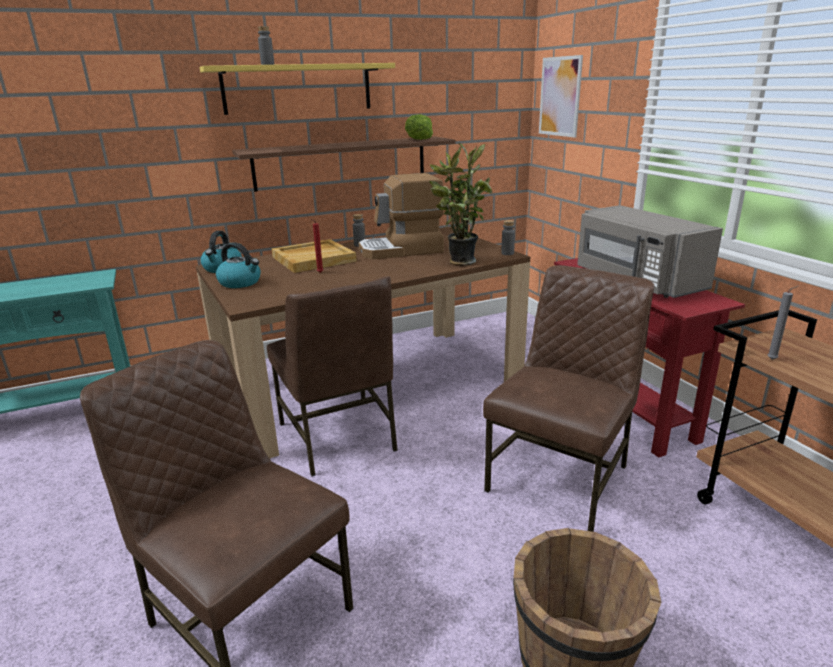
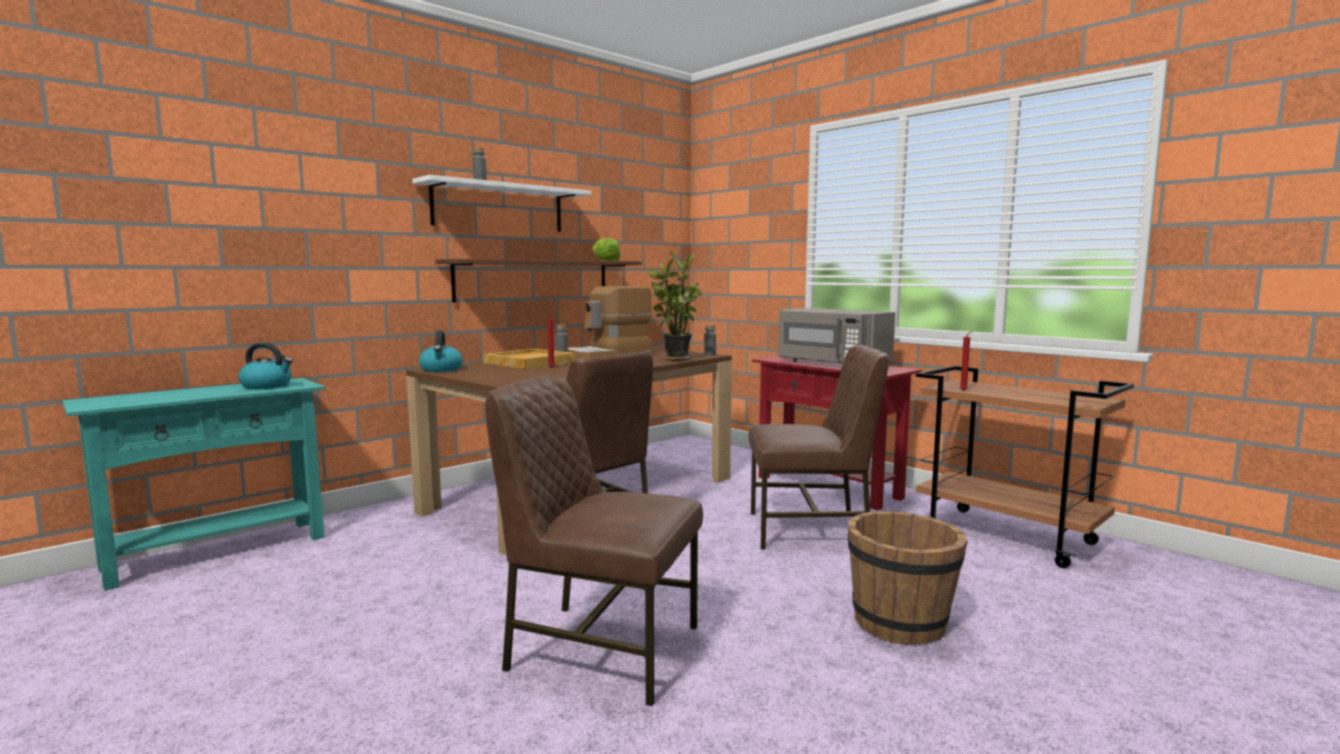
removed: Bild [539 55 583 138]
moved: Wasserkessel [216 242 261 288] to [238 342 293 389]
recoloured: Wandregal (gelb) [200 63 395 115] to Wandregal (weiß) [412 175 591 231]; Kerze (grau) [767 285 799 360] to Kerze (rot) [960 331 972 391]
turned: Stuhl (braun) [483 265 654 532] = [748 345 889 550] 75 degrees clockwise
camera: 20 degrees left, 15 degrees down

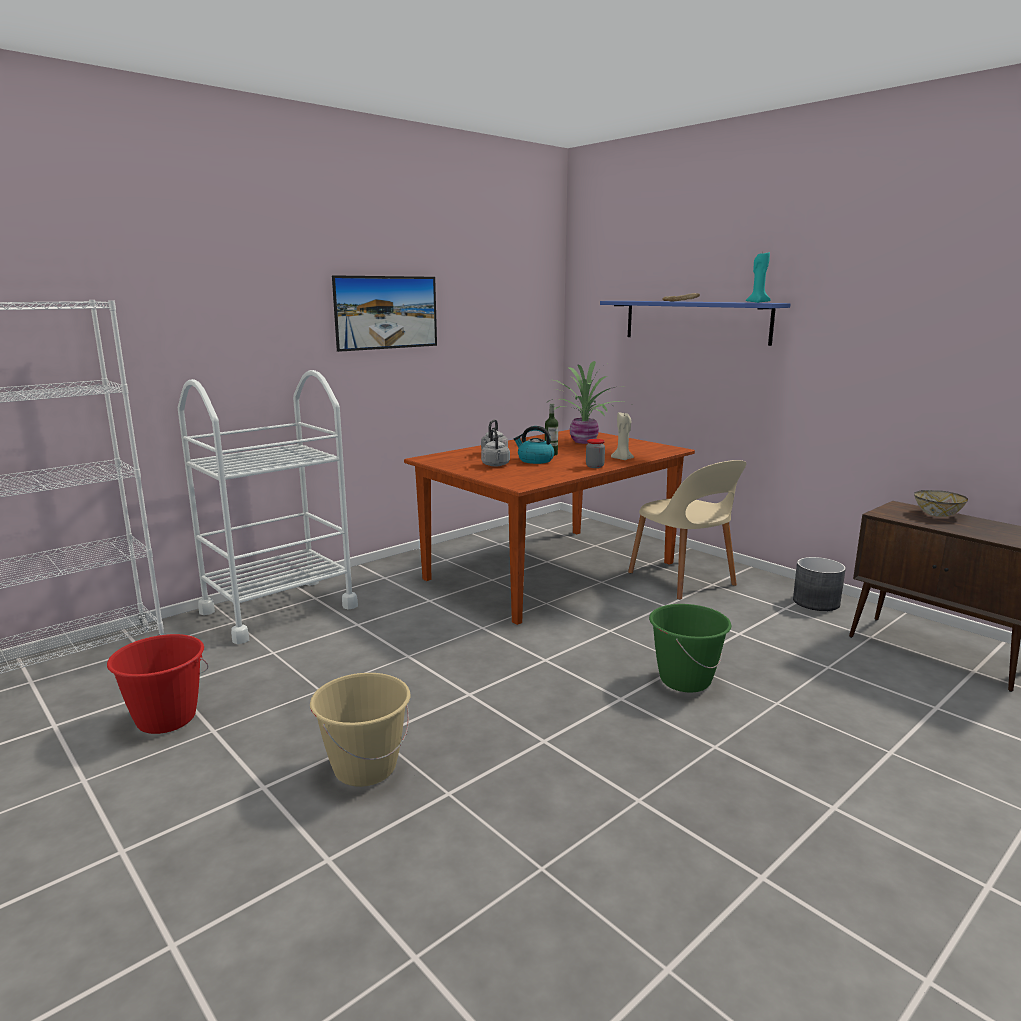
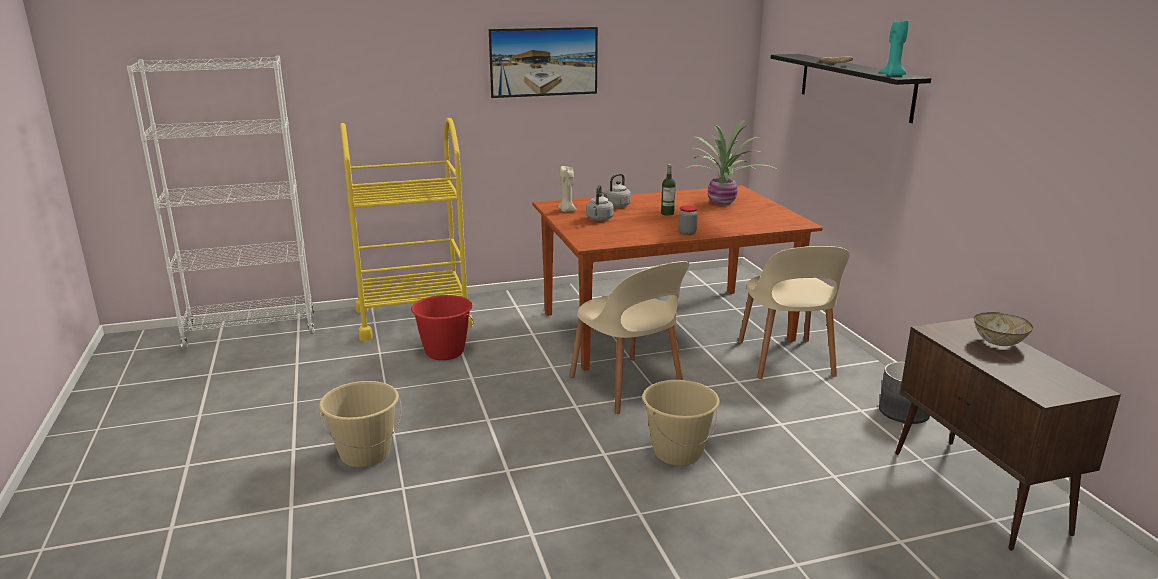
removed: Wasserkessel [514 426 555 464]
added: Stuhl (beige) [569 261 689 414]
moved: Eimer (rot) [107 634 208 734] to [411 295 474 360]; Kerze (beige) [611 412 634 460] to [558 166 577 212]
recoloured: Rollwagen (weiß) [178 370 358 644] to Rollwagen (gelb) [340 118 473 341]; Eimer (grün) [649 604 732 692] to Eimer (beige) [642 380 720 466]; Wandregal (blau) [600 301 791 346] to Wandregal (schwarz) [771 54 931 123]
camera: 25 degrees right, 5 degrees up

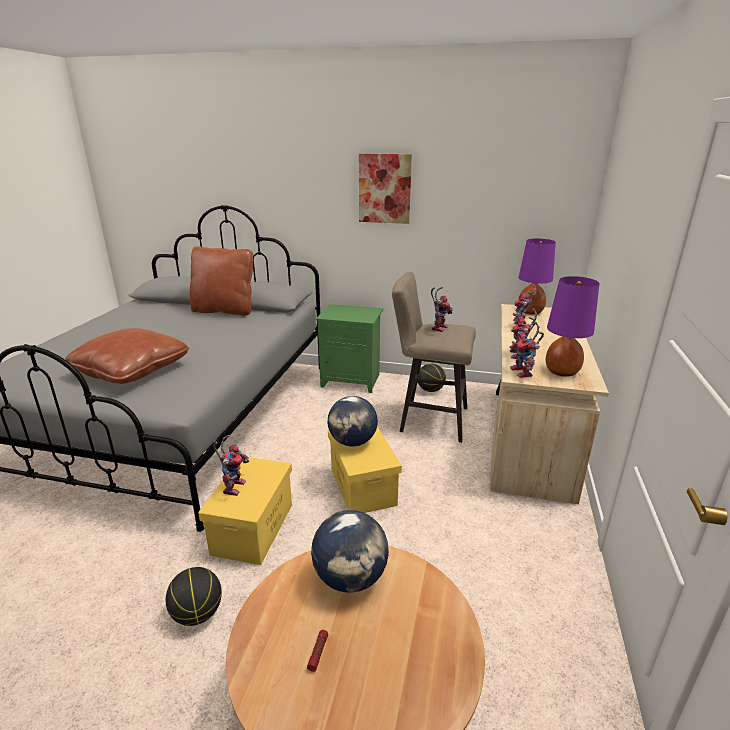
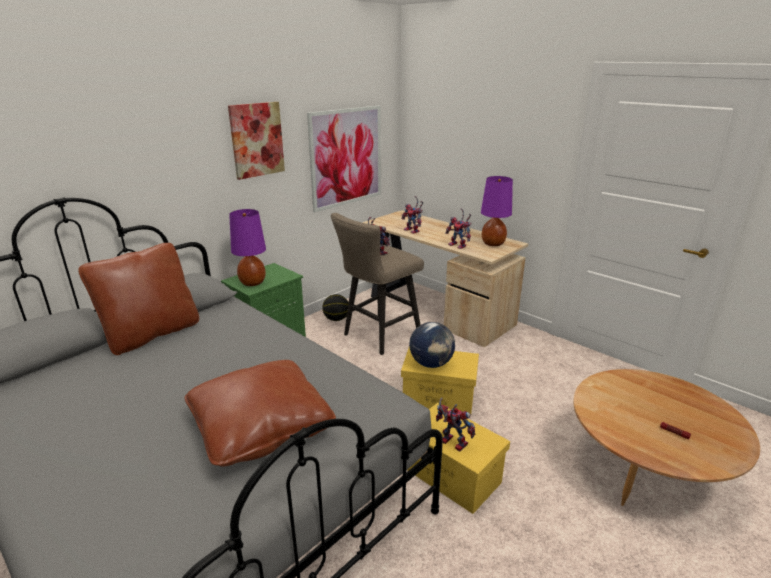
removed: Basketball [166 567 222 626]; Globus [311 510 389 593]; Spielzeugroboter [509 321 544 378]
added: Bild [307 106 381 212]
moved: Tischlampe (lila) [518 239 556 315] to [229 209 266 286]
camera: 60 degrees left, 0 degrees up

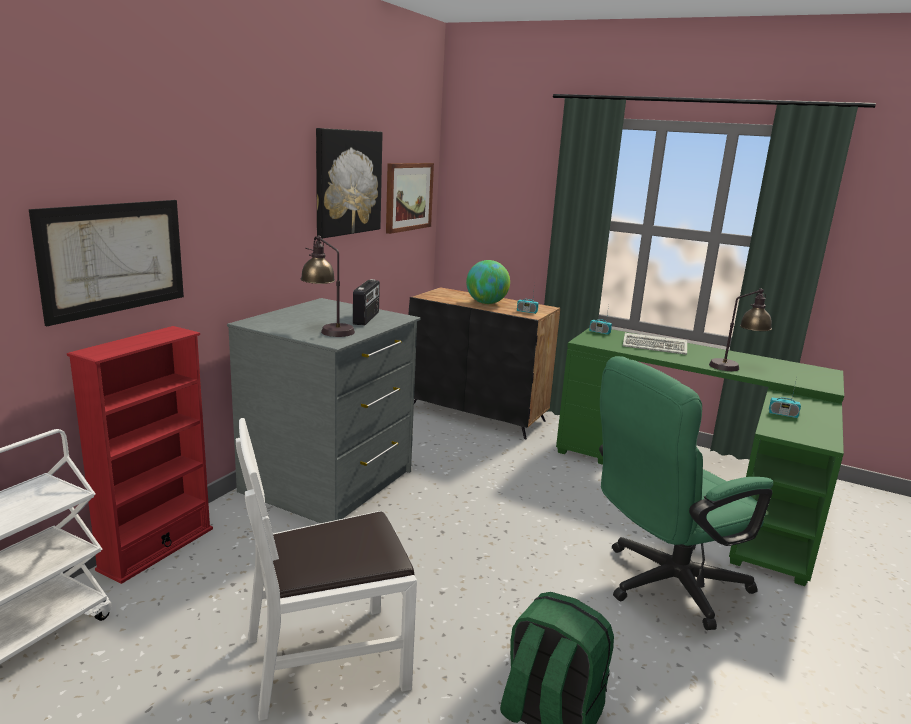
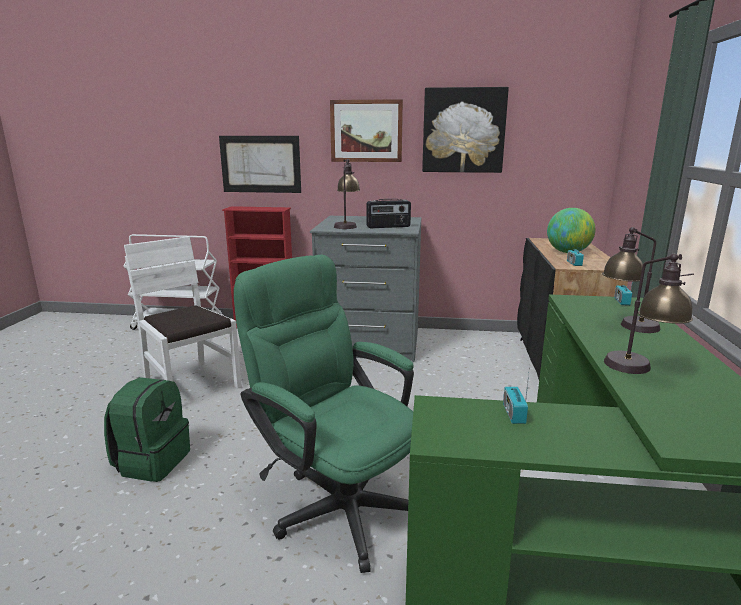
moved: Bild [386 163 434 234] to [330 99 403 162]
replaced: Tastatur [623 333 687 355] to Tischlampe [602 227 661 333]
camera: 70 degrees right, 0 degrees up

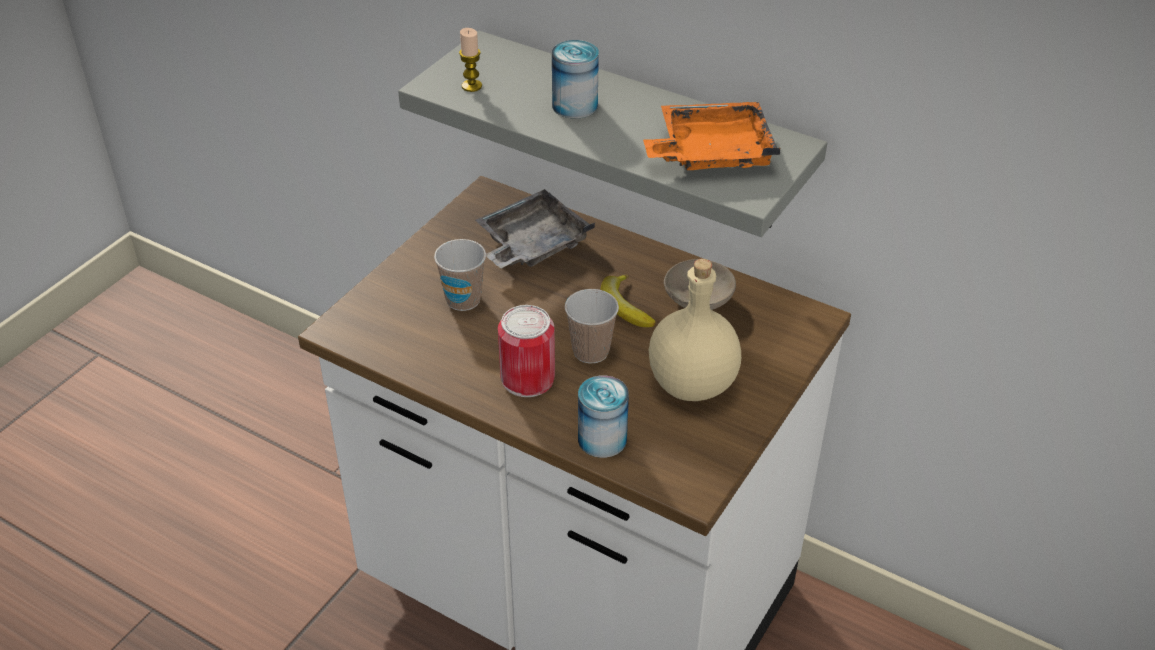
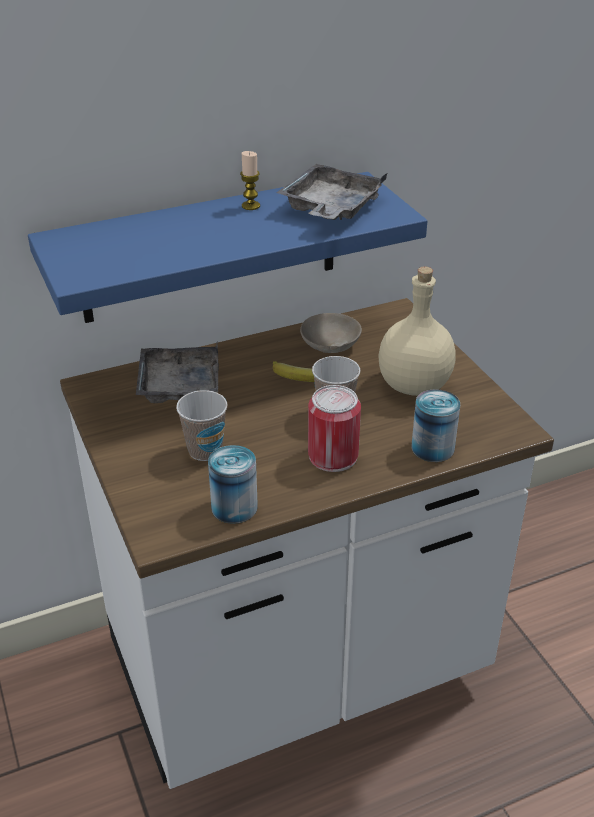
moved: Dose [552 40 599 118] to [208 445 258 524]; Kerze [459 28 482 92] to [240 151 260 210]
recoloured: Wandregal (grau) [398 31 827 237] to Wandregal (blau) [28 172 427 323]; Tablett (orange) [643 102 780 170] to Tablett (grau) [276 164 387 220]
camera: 55 degrees left, 5 degrees down

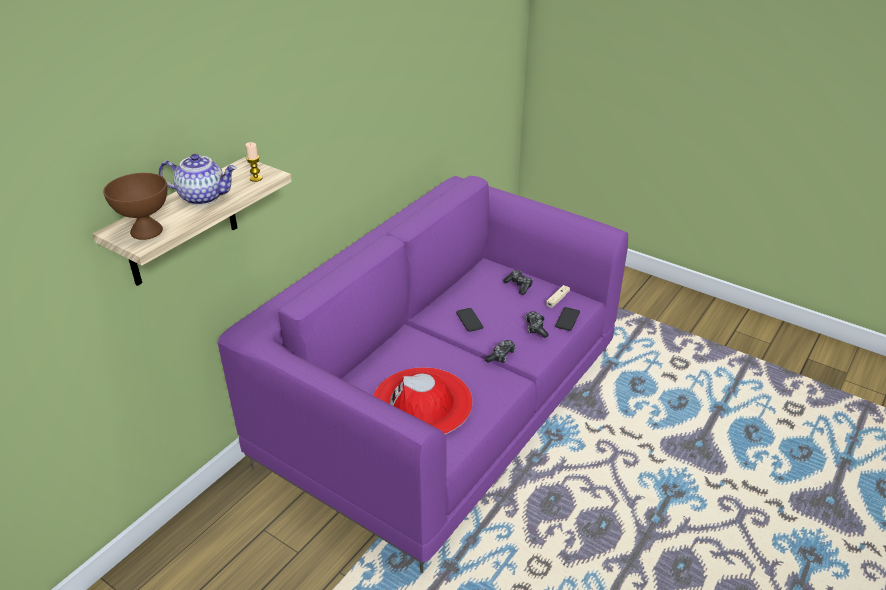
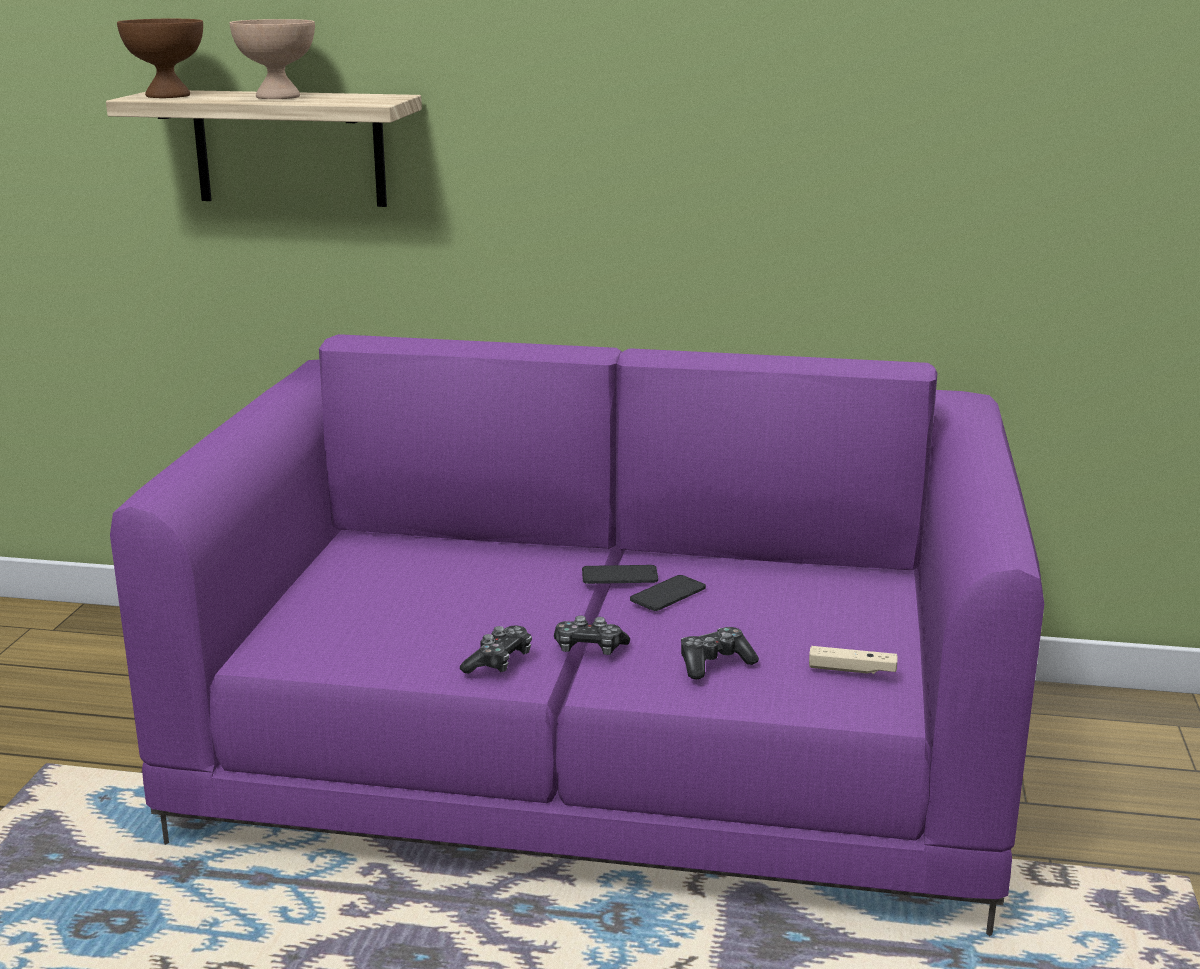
removed: Kerze [245 142 262 182]; Hut (rot) [373 367 473 434]
moved: Gamepad [503 270 533 295] to [460 626 532 674]; Handy [555 307 580 331] to [582 565 658 584]
replaced: Teekanne [159 154 237 205] to Schüssel (beige) [230 19 315 99]
camera: 65 degrees right, 15 degrees down

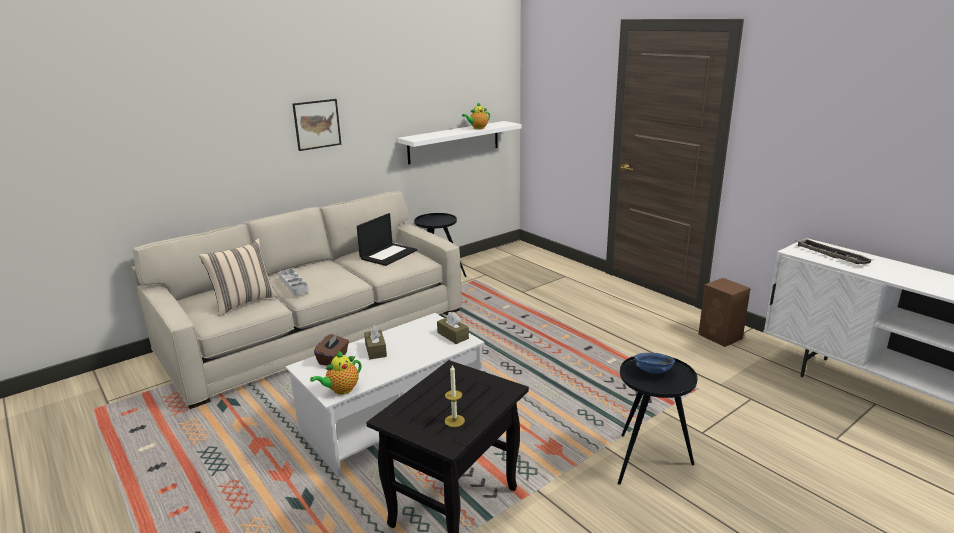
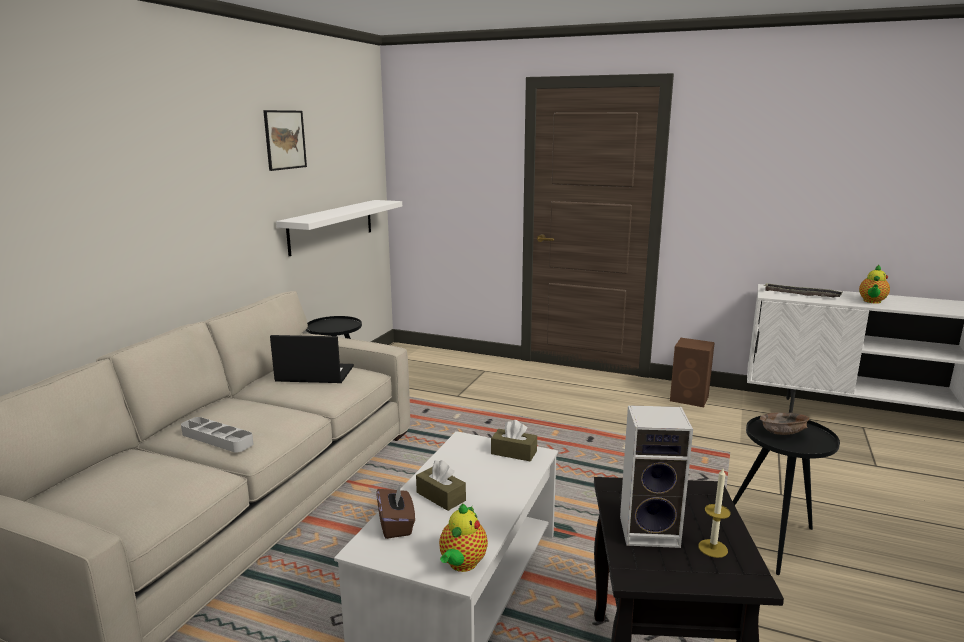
removed: Kissen (beige) [199 238 278 316]
added: Lautsprecher [620 405 693 548]
moved: Bild [292 99 341 151] to [263 110 307 171]; Teekanne [462 102 490 129] to [859 265 890 304]
recoloured: Schüssel (blau) [634 353 675 374] to Schüssel (braun) [760 413 810 435]
turned: Laptop [357 213 417 266] = [270 335 354 383] 90 degrees counterclockwise
camera: 30 degrees left, 5 degrees down

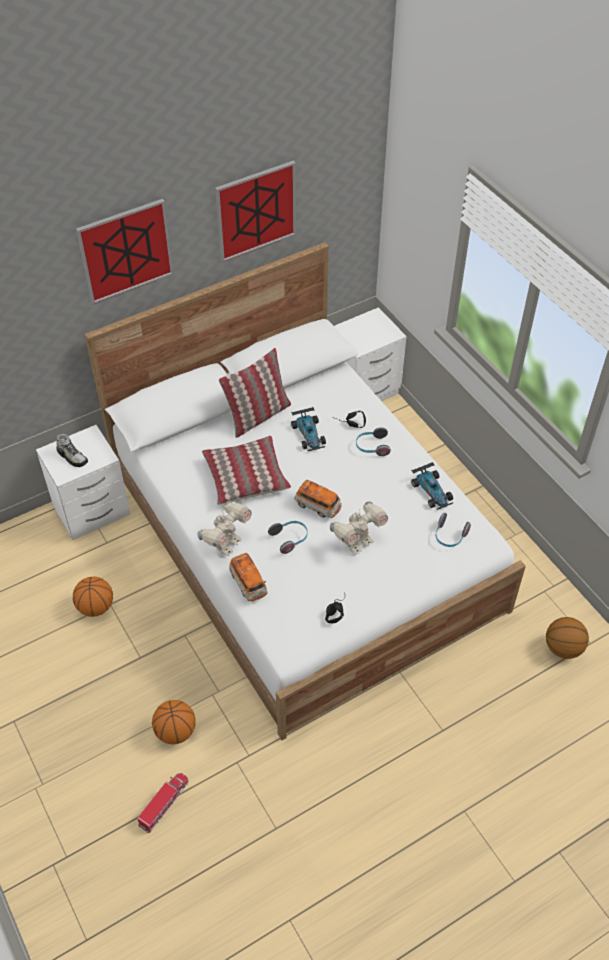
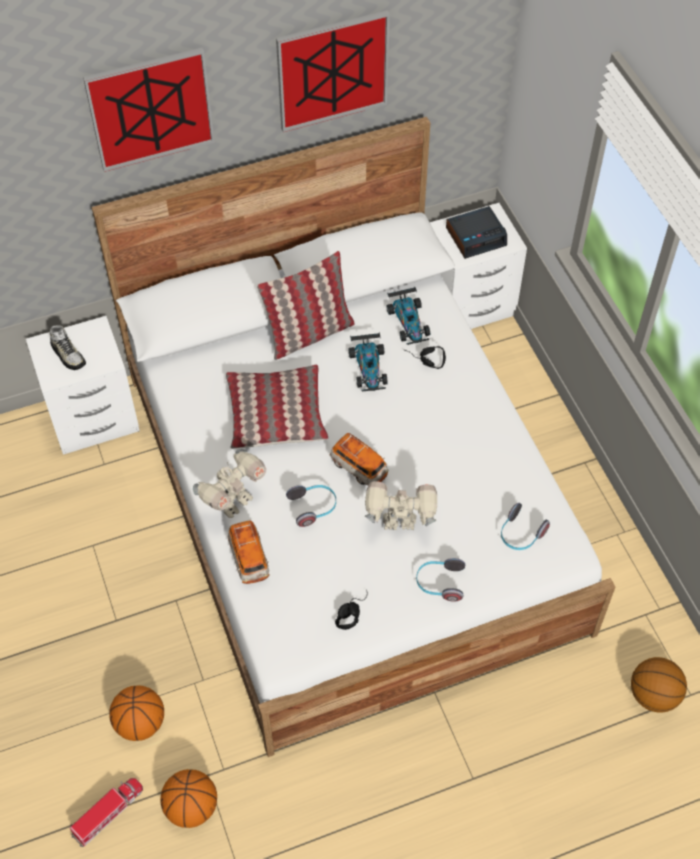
added: Wecker [446 206 507 259]
moved: Basketball [73 577 113 617] to [160 769 217 828]; Spielzeugauto [411 462 453 510] to [387 287 430 345]; Kopfhörer [356 427 391 456] to [416 558 465 602]
turned: Spielzeugroboter [330 501 388 554] = [365 481 437 530] 150 degrees counterclockwise
camera: 10 degrees right, 5 degrees up

